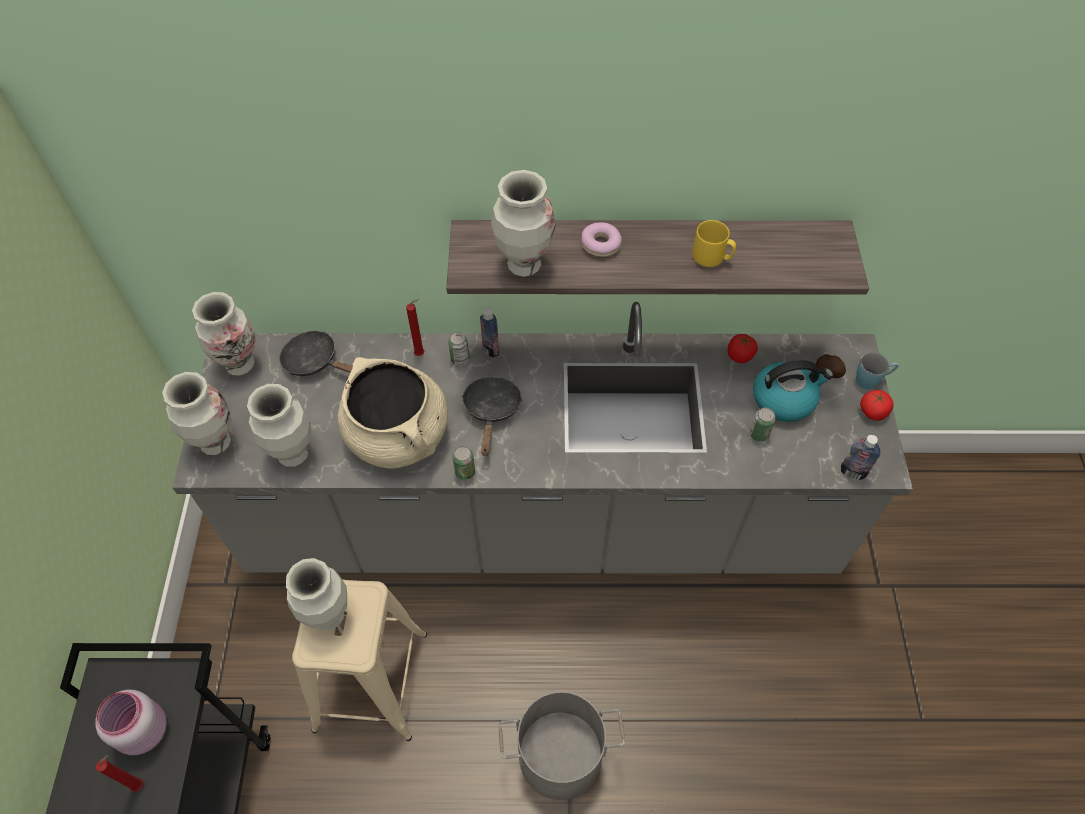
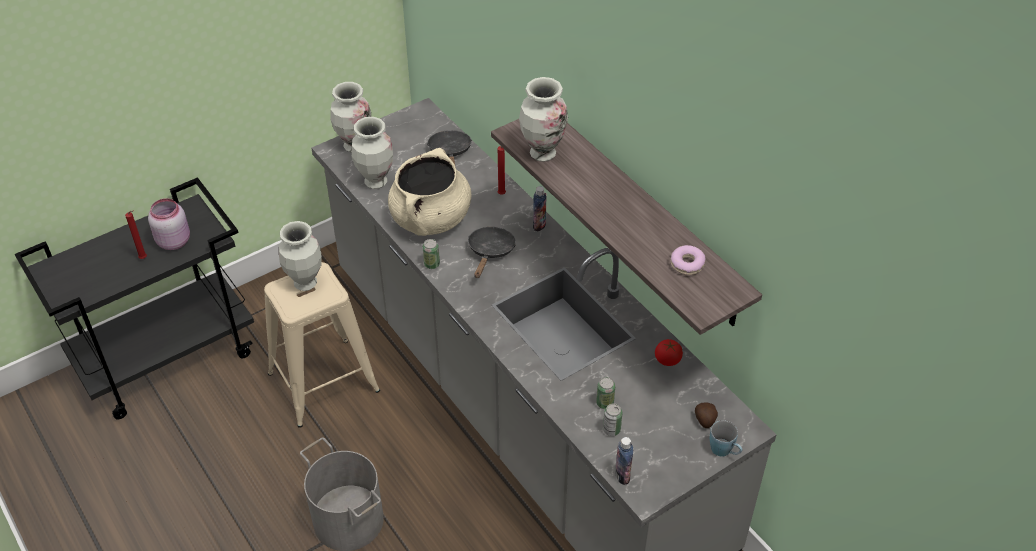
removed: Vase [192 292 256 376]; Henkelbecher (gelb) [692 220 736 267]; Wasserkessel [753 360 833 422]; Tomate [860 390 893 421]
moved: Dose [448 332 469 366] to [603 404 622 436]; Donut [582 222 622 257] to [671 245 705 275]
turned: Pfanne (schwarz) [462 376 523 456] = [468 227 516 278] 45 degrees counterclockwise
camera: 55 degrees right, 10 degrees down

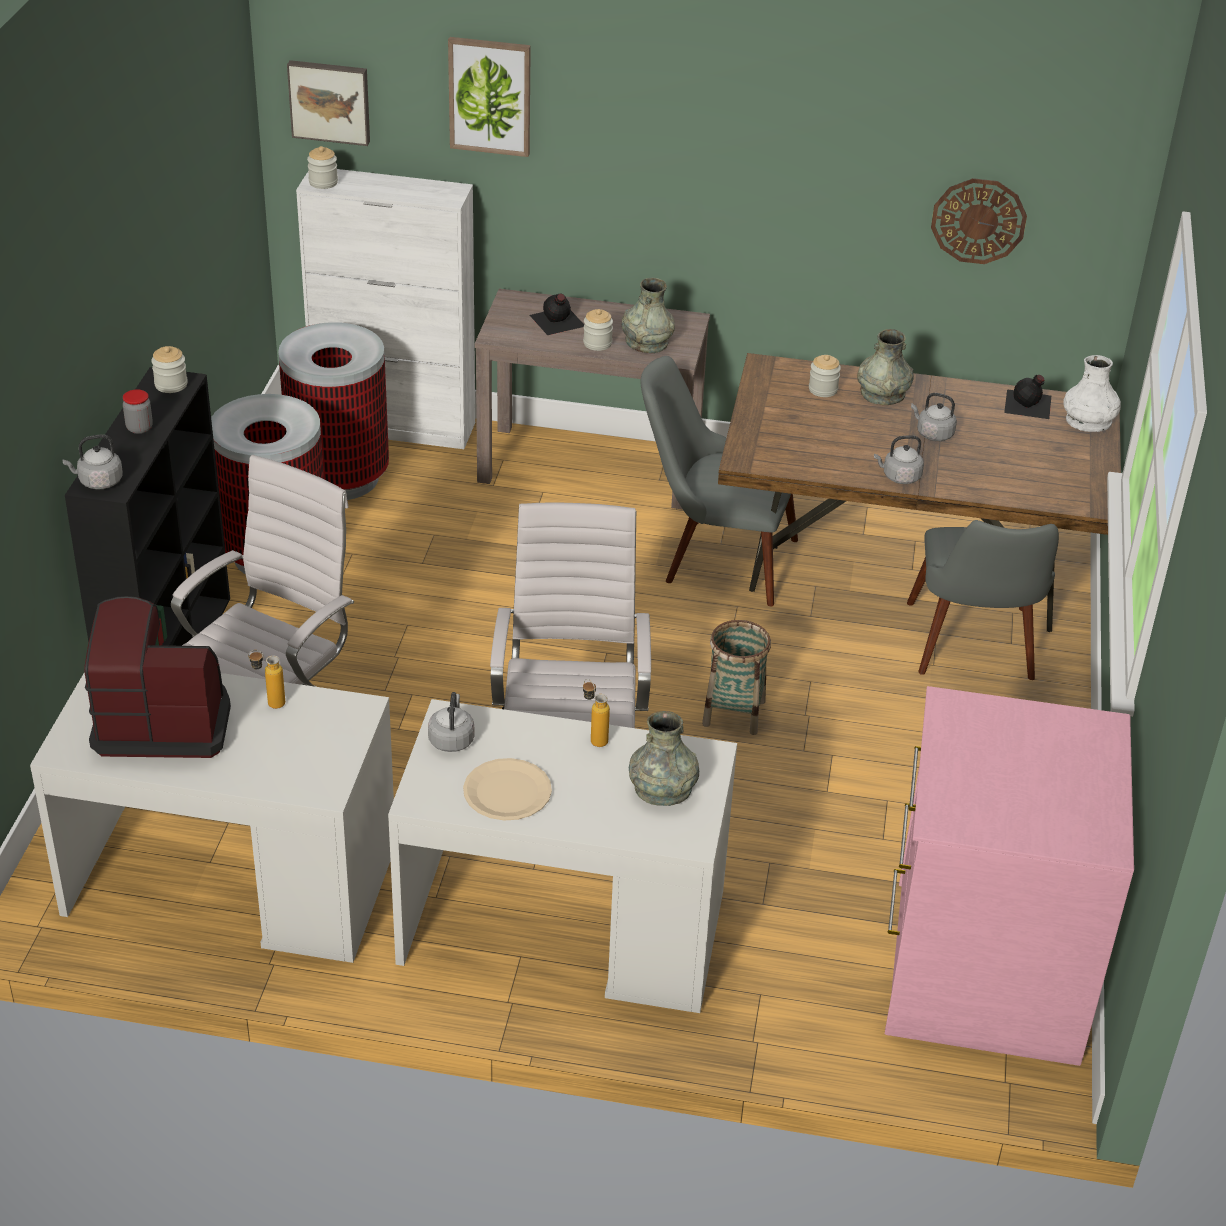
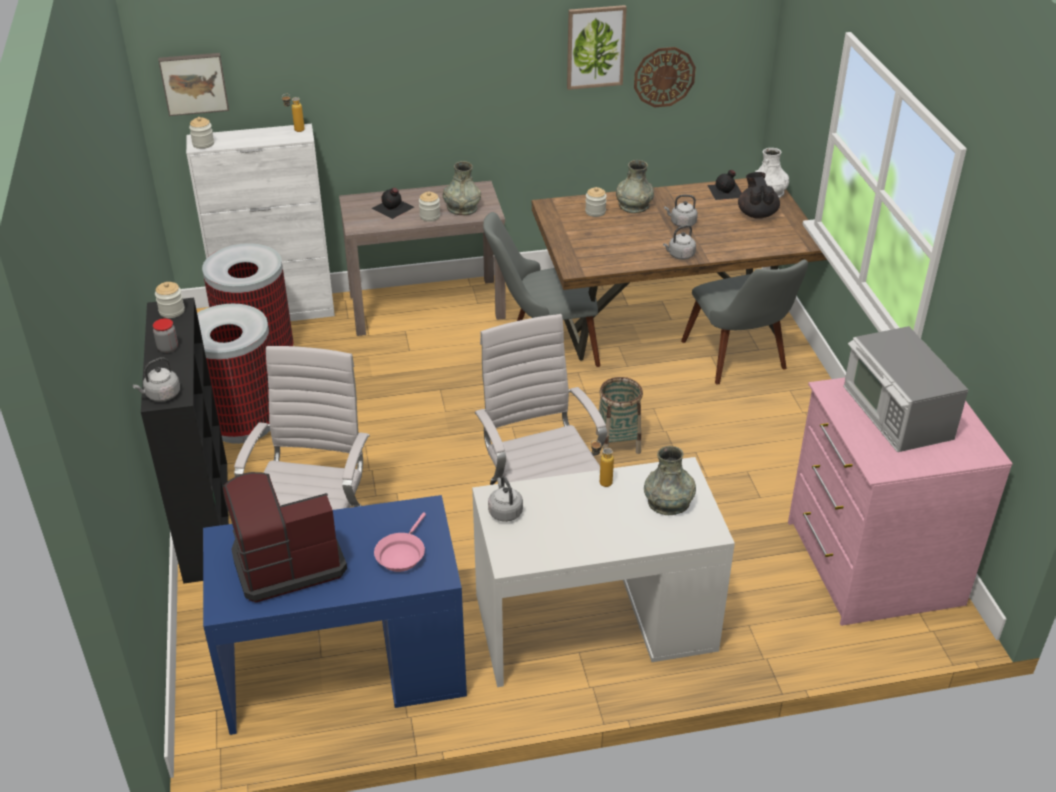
removed: Teller (beige) [463 758 552 820]
added: Pfanne (rosa) [374 512 426 572]; Teekanne (schwarz) [738 172 780 219]; Mikrowelle [843 326 969 452]
moved: Flasche [248 650 285 709] to [282 94 305 132]; Bild [448 37 531 157] to [567 5 627 90]
recoloured: Schreibtisch (weiß) [30 672 394 963] to Schreibtisch (blau) [203 495 467 735]
camera: 20 degrees left, 0 degrees up

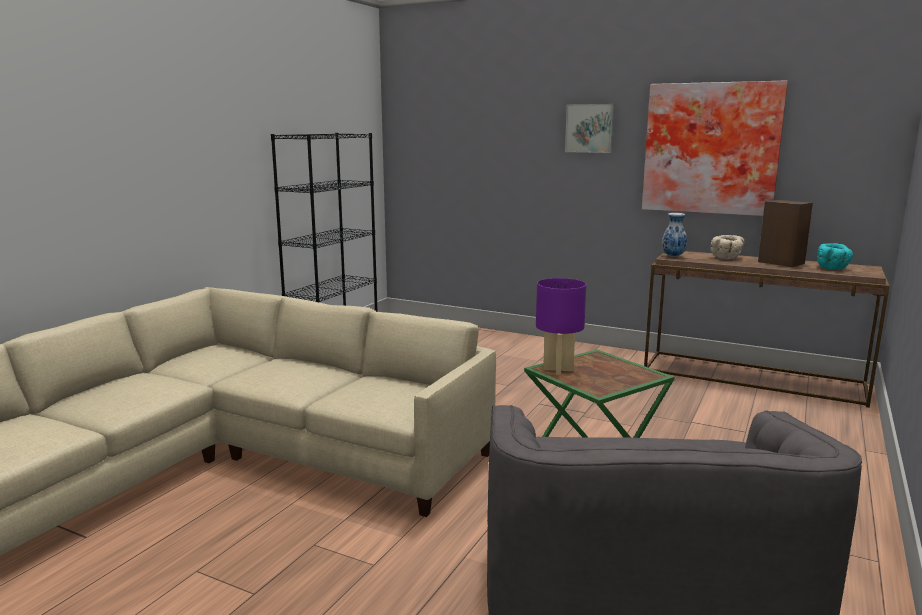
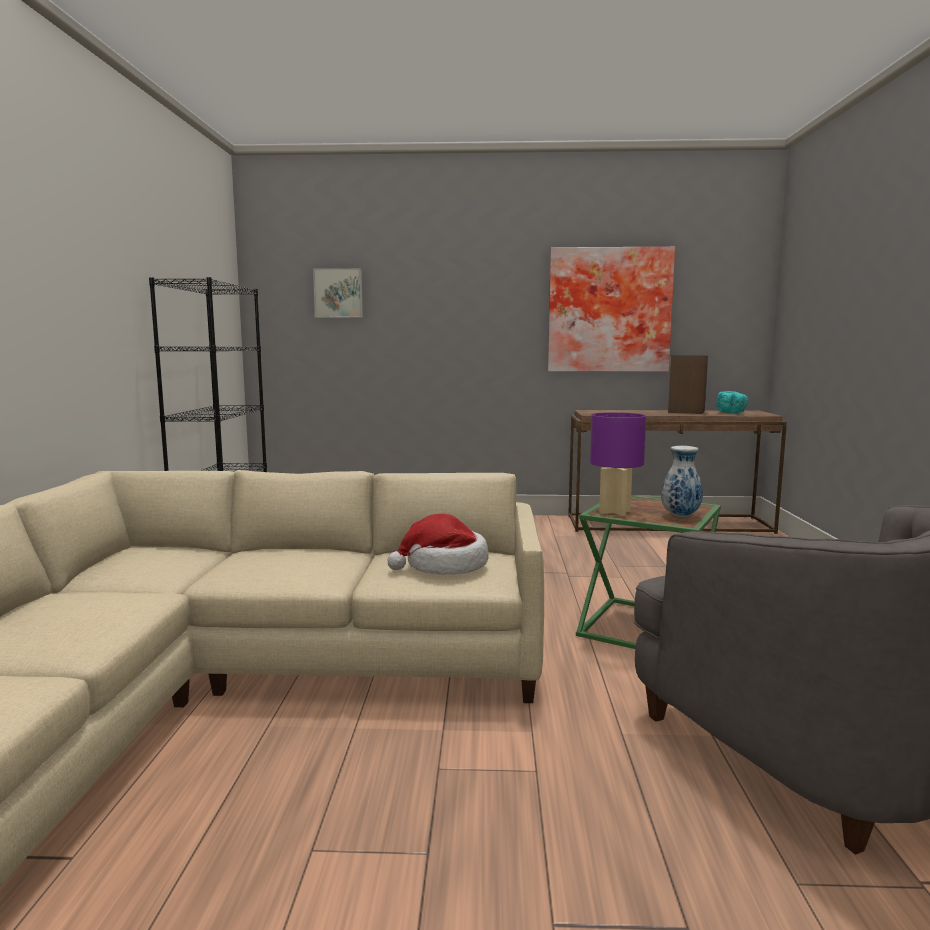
removed: Schüssel (beige) [711 235 745 259]
added: Hut [387 514 489 575]
moved: Bild [565 104 615 153] to [313 268 363 318]; Vase [662 213 687 257] to [661 446 703 517]
camera: 25 degrees left, 5 degrees down

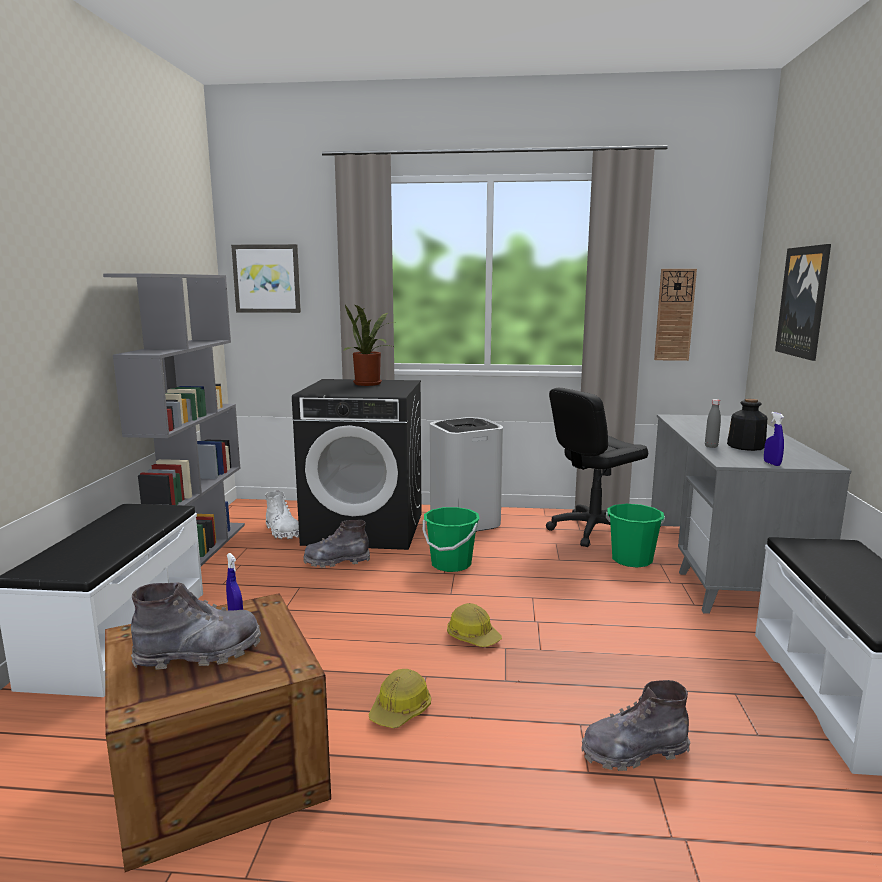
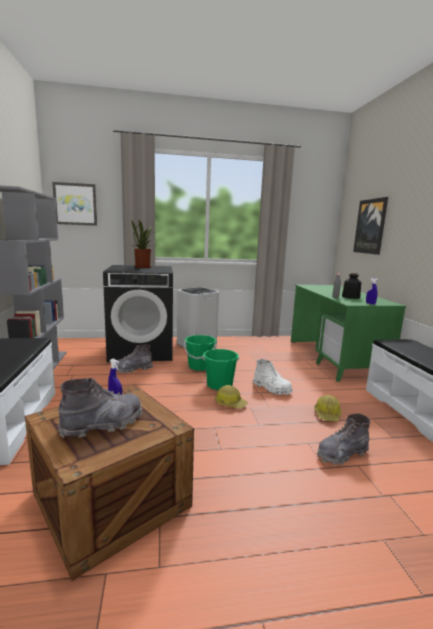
removed: Bürostuhl (schwarz) [546 388 648 547]; Wanduhr [654 269 697 361]
moved: Eimer (grün) [606 504 665 568] to [203 349 239 390]; Stiefel (weiß) [265 491 299 539] to [253 359 293 395]; Schutzhelm [369 669 431 728] to [314 395 342 422]
recoloured: Schreibtisch (grau) [651 414 851 614] to Schreibtisch (grün) [291 285 406 382]
camera: 15 degrees left, 0 degrees up

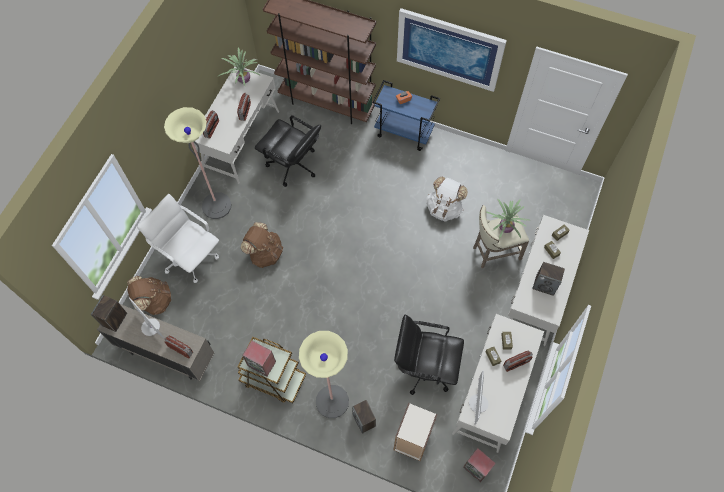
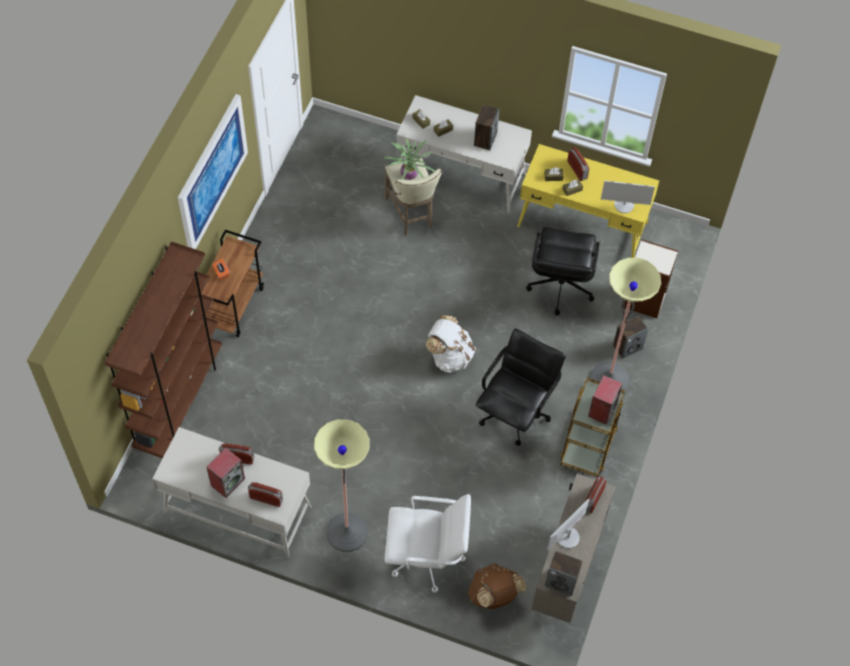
removed: Topfpflanze [218 47 260 86]; Rucksack (braun) [241 222 283 268]
moved: Lautsprecher [463 448 496 482] to [206 448 245 498]; Rucksack (weiß) [426 177 468 221] to [426 315 476 373]; Bürostuhl (schwarz) [255 115 321 187] to [476 329 566 446]
recoloured: Rollwagen (blau) [372 80 440 151] to Rollwagen (braun) [201 230 264 337]; Schreibtisch (weiß) [452 314 544 453] to Schreibtisch (gelb) [517 144 659 258]
turned: Bürostuhl (weiß) [137 194 219 283] = [385 494 471 592] 120 degrees counterclockwise
camera: 95 degrees left, 5 degrees down

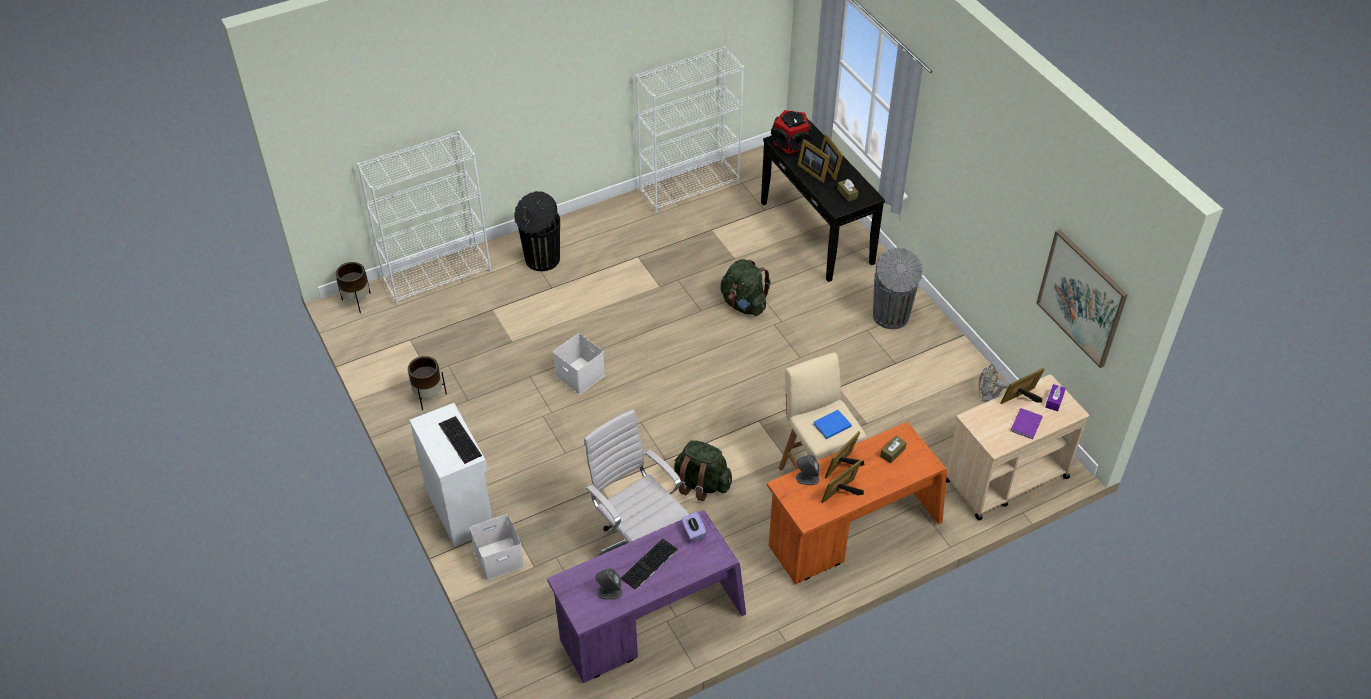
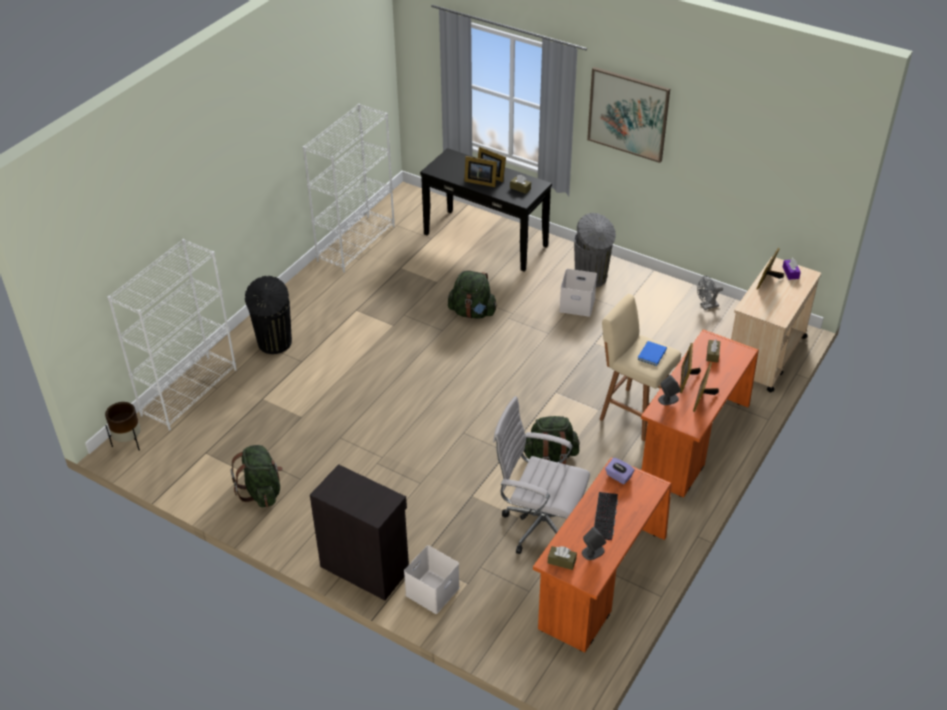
removed: Tastatur [439 416 482 464]; Lautsprecher [771 110 812 154]; Buch (lila) [1011 408 1043 439]
added: Taschentuchbox (braun) [548 546 577 570]
moved: Aufbewahrungsbox (weiß) [553 333 605 395] to [559 269 597 317]; Bild [1036 229 1128 368] to [587 67 670 163]
replaced: Pflanzkübel (braun) [408 356 447 410] to Rucksack (grün) [230 445 283 508]
recoloured: Schrank (weiß) [410 403 494 546] to Schrank (schwarz) [310 464 409 600]; Schreibtisch (lila) [547 510 746 683] to Schreibtisch (orange) [533 457 672 653]
camera: 30 degrees left, 5 degrees down

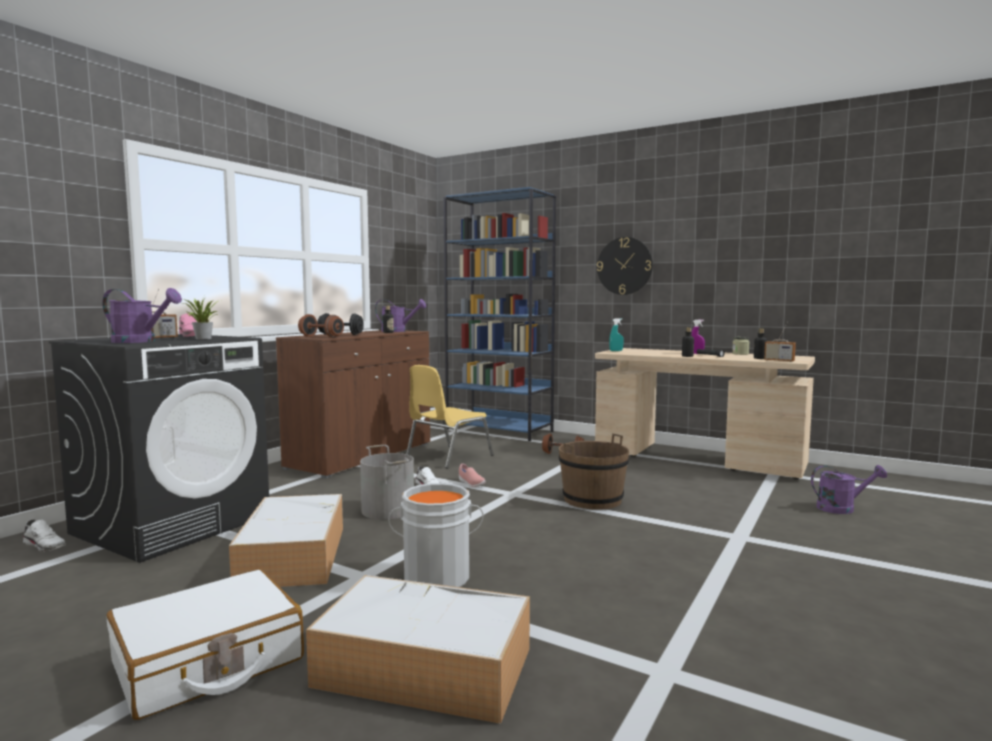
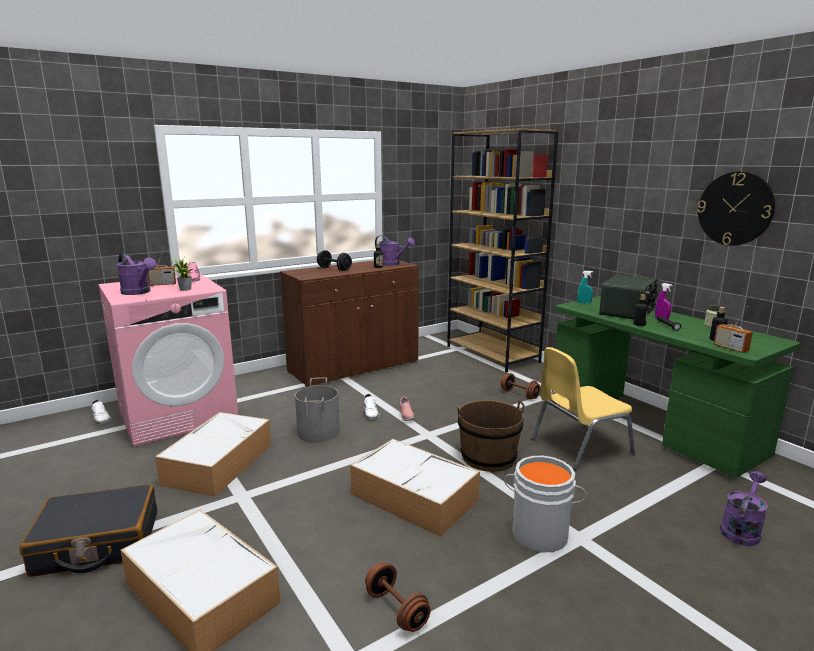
added: Aufbewahrungsbox [350 439 480 537]; Radio [599 274 659 320]
moved: Hantel (braun) [298 314 344 338] to [365 563 431 632]; Eimer (grau) [388 483 484 587] to [504 456 587 552]; Stuhl (gelb) [406 365 494 469] to [532 347 635 470]; Wanduhr [597 237 653 295] to [697 172 775 246]
recoloured: Koffer (weiß) [107 569 304 720] to Koffer (schwarz) [20 484 157 577]; Waschmaschine (schwarz) [49 334 269 563] to Waschmaschine (rosa) [98 274 238 447]; Bücherregal (blau) [443 187 556 441] to Bücherregal (braun) [447 129 558 372]; Schreibtisch (beige) [595 348 815 479] to Schreibtisch (grün) [552 296 800 478]
turned: Gießkanne (lila) [811 465 887 514] = [720 471 768 546] 75 degrees counterclockwise
camera: 25 degrees right, 10 degrees up

